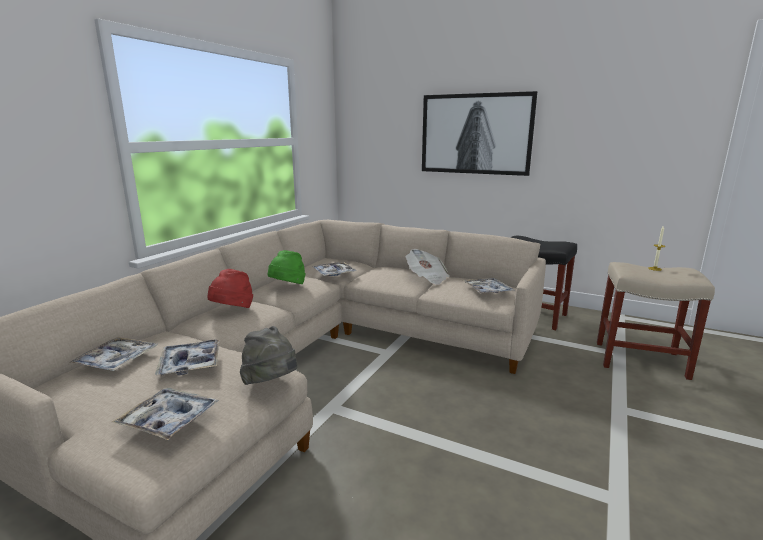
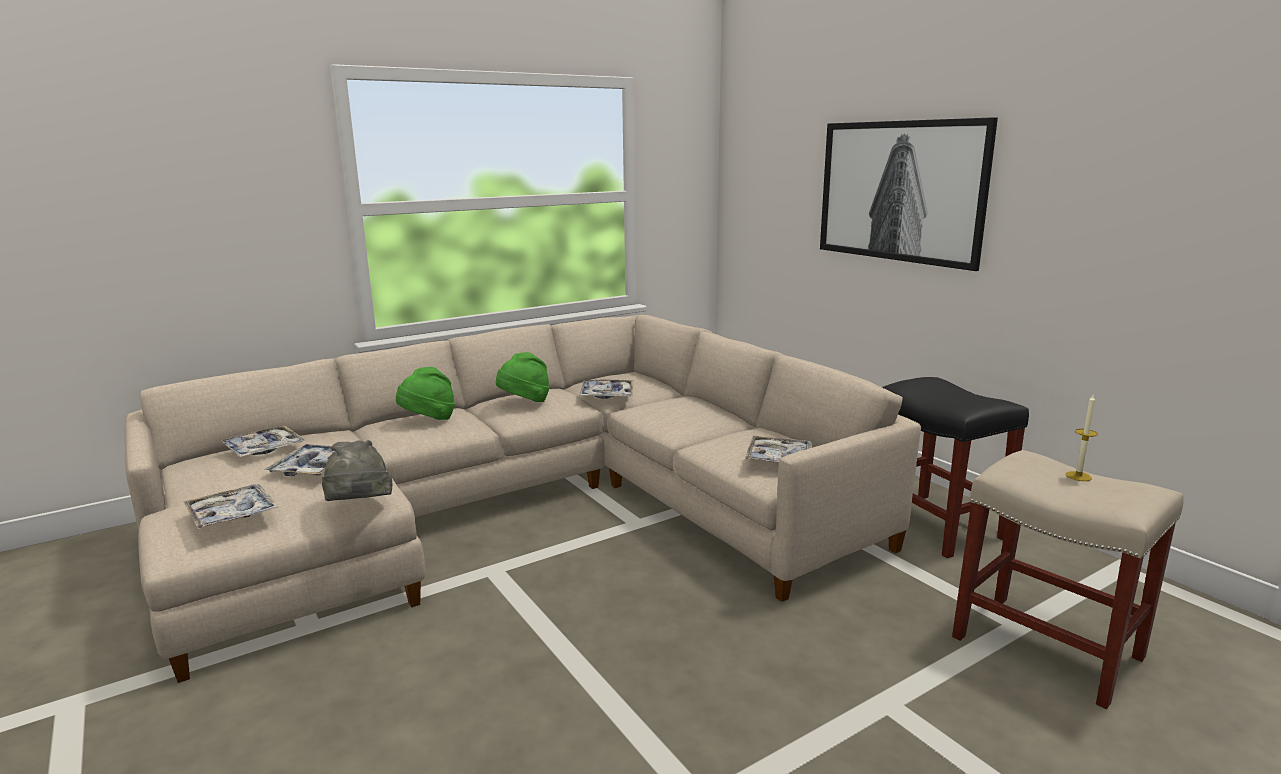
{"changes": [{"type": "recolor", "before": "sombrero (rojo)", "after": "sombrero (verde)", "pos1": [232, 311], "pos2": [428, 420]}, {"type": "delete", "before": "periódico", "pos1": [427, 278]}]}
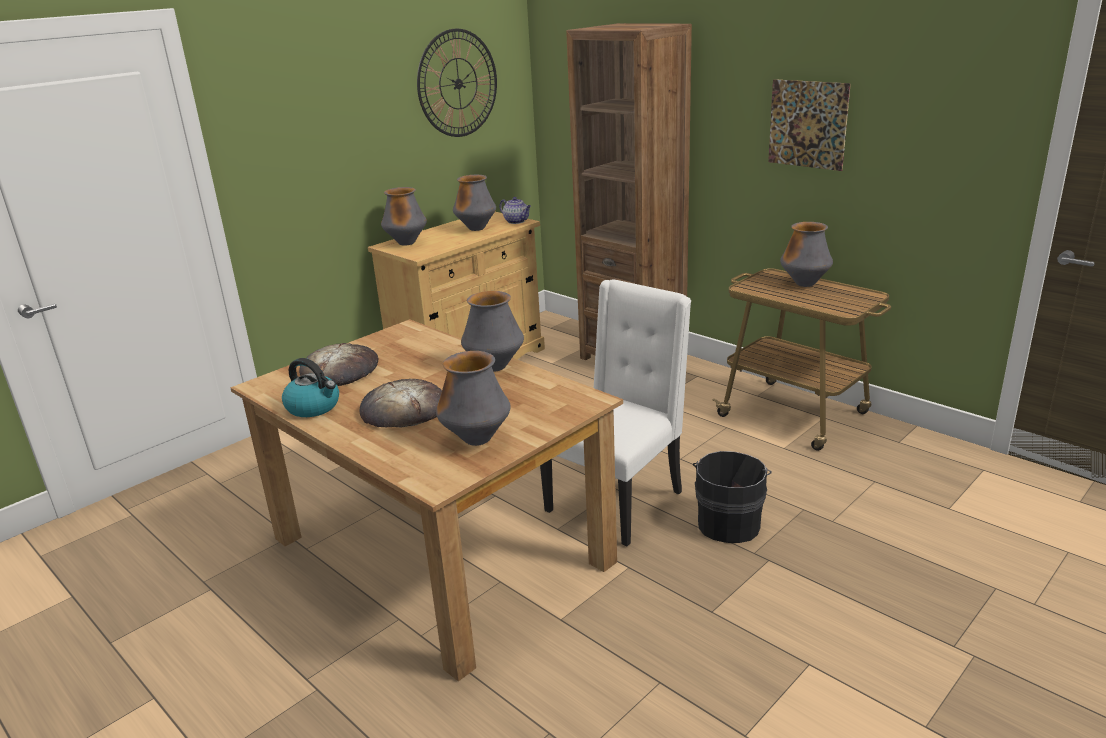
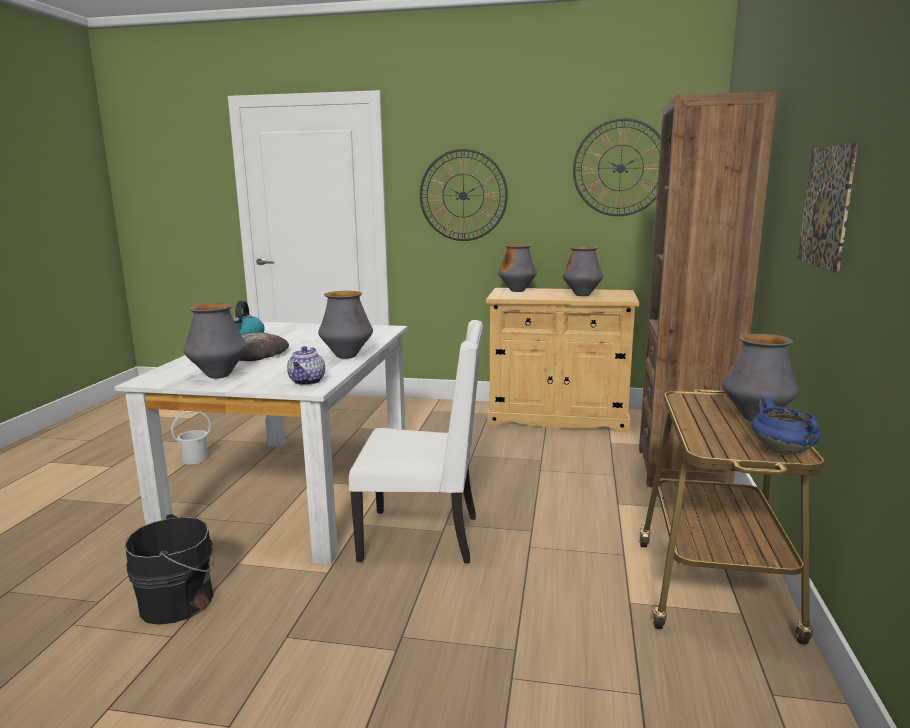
{"changes": [{"type": "recolor", "before": "mesa de comedor (marrón)", "after": "mesa de comedor (blanco)", "pos1": [442, 550], "pos2": [297, 491]}, {"type": "delete", "before": "pan", "pos1": [340, 370]}, {"type": "move", "before": "tetera", "pos1": [517, 221], "pos2": [307, 382]}, {"type": "move", "before": "cubo (negro)", "pos1": [729, 522], "pos2": [180, 601]}, {"type": "insert", "after": "cubo (blanco)", "pos2": [194, 459]}, {"type": "insert", "after": "reloj de pared", "pos2": [463, 195]}, {"type": "insert", "after": "olla (azul)", "pos2": [784, 452]}]}
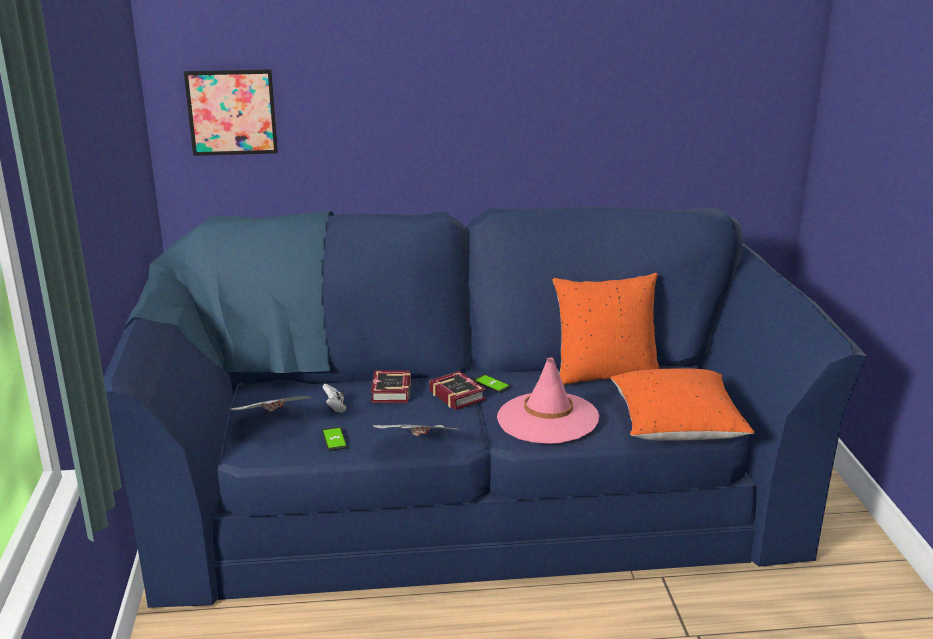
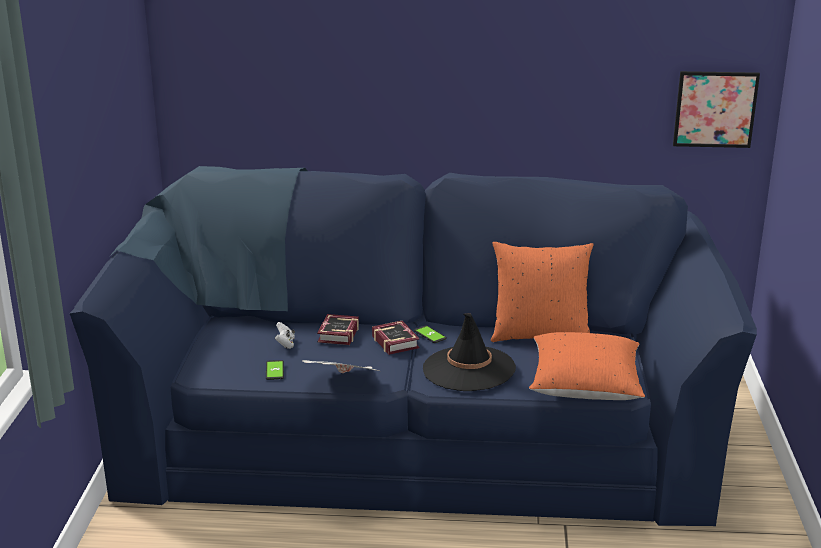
{"changes": [{"type": "move", "before": "cuadro", "pos1": [232, 112], "pos2": [715, 109]}, {"type": "delete", "before": "periódico", "pos1": [272, 423]}, {"type": "recolor", "before": "sombrero (rosa)", "after": "sombrero (negro)", "pos1": [547, 418], "pos2": [468, 369]}]}
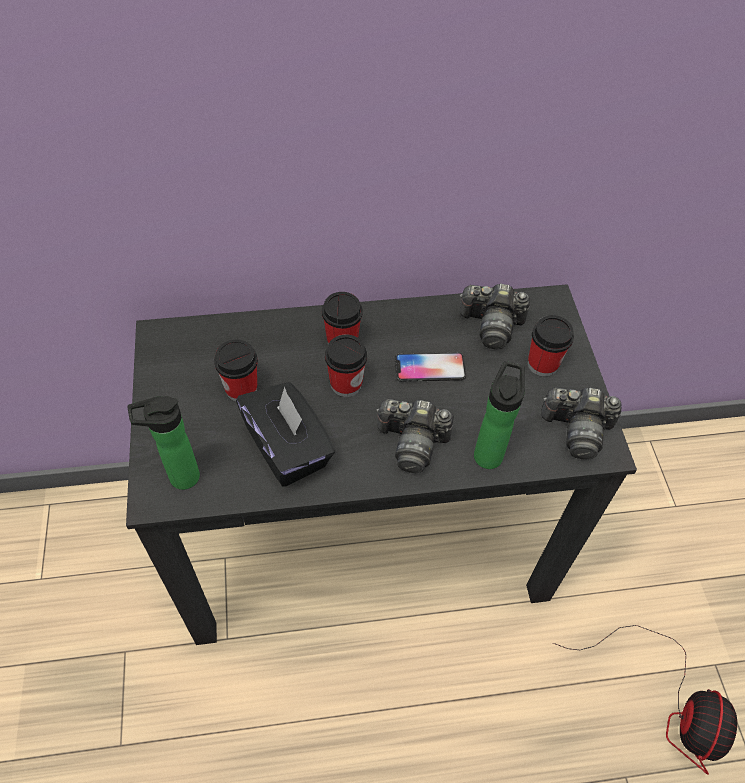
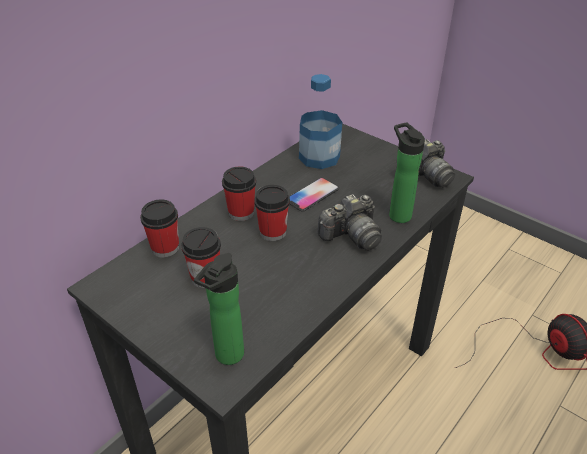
{"changes": [{"type": "delete", "before": "caja de pañuelos (negro)", "pos1": [288, 448]}, {"type": "replace", "before": "cámara", "after": "botella", "pos1": [491, 325], "pos2": [319, 157]}, {"type": "move", "before": "taza", "pos1": [542, 364], "pos2": [165, 248]}]}
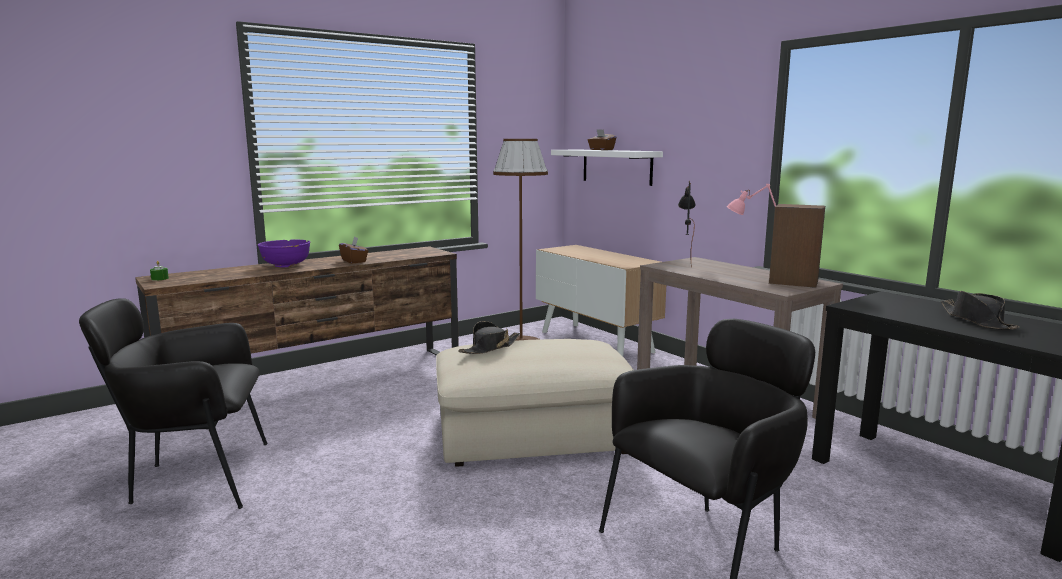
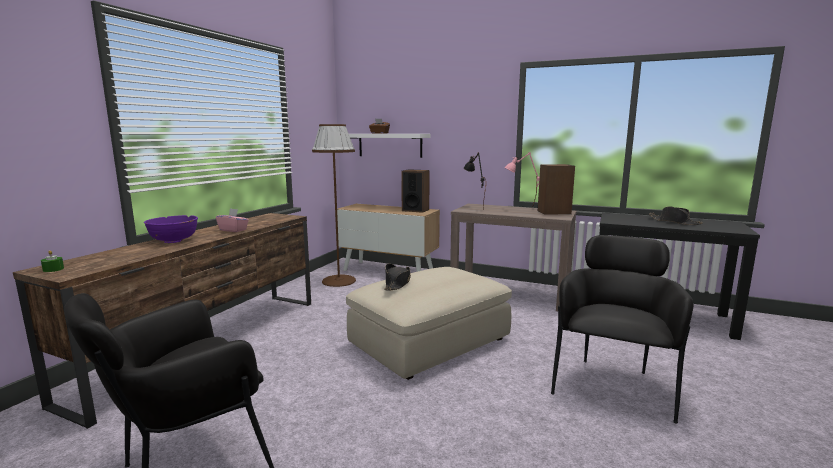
{"changes": [{"type": "recolor", "before": "caja de pañuelos (marrón)", "after": "caja de pañuelos (rosa)", "pos1": [354, 261], "pos2": [233, 230]}, {"type": "insert", "after": "altavoz", "pos2": [415, 210]}]}
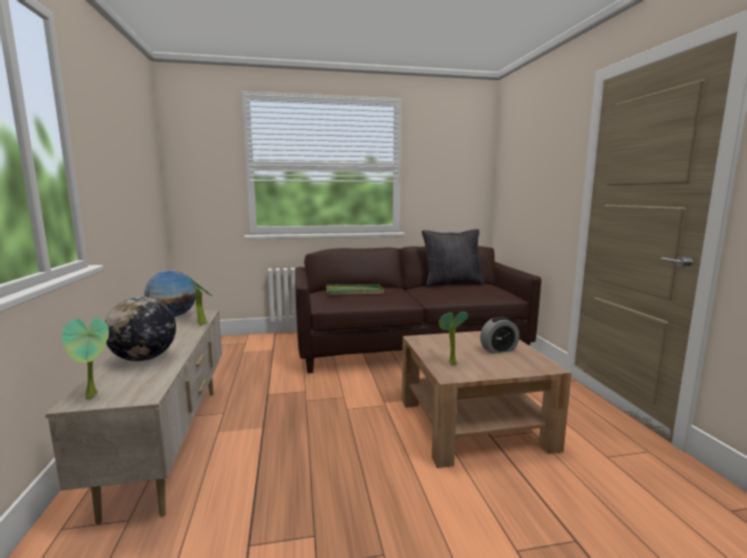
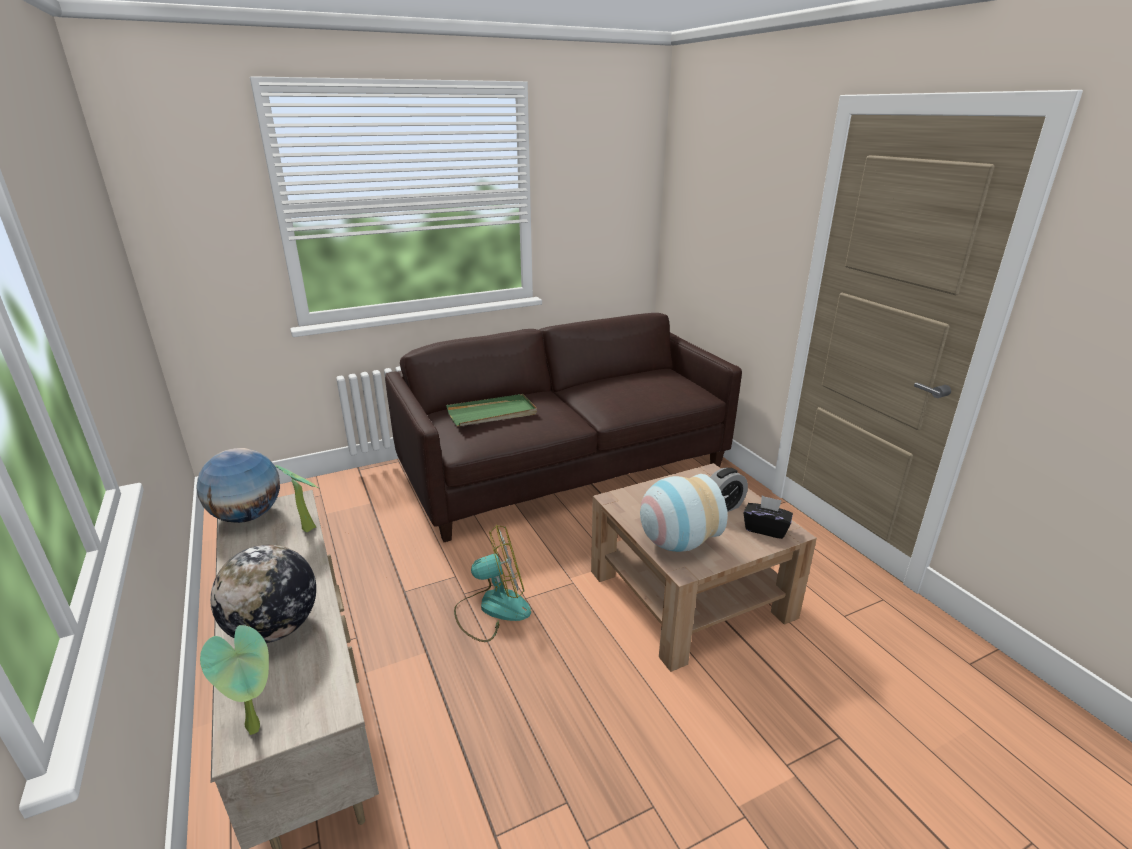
{"changes": [{"type": "delete", "before": "cojín (negro)", "pos1": [452, 283]}, {"type": "replace", "before": "planta en maceta", "after": "florero", "pos1": [450, 362], "pos2": [675, 542]}, {"type": "insert", "after": "ventilador", "pos2": [492, 608]}, {"type": "insert", "after": "caja de pañuelos (negro)", "pos2": [765, 529]}]}
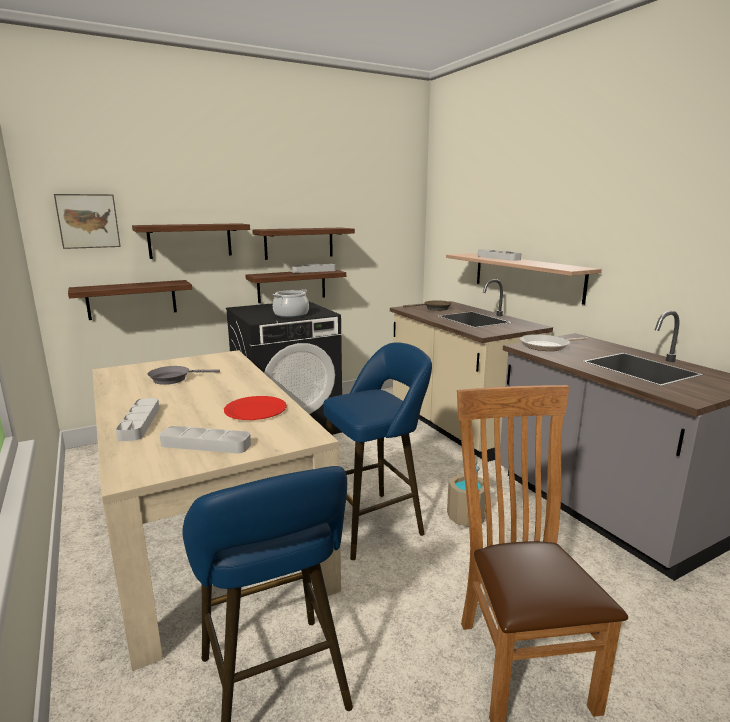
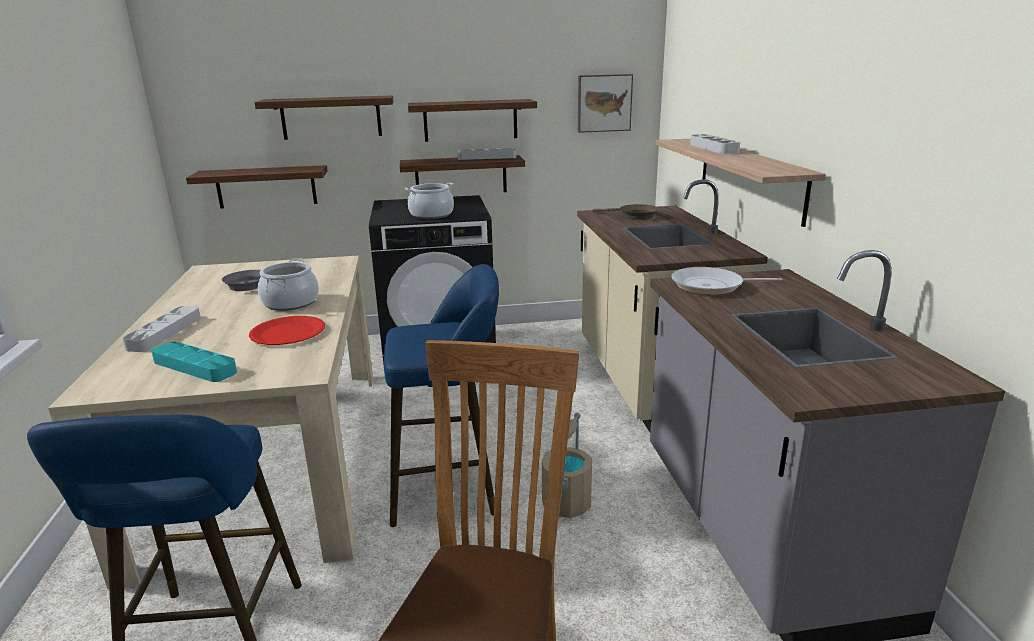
{"changes": [{"type": "move", "before": "cuadro", "pos1": [88, 221], "pos2": [604, 103]}, {"type": "recolor", "before": "bandeja (gris)", "after": "bandeja (turquesa)", "pos1": [206, 444], "pos2": [194, 367]}, {"type": "insert", "after": "olla", "pos2": [291, 302]}]}
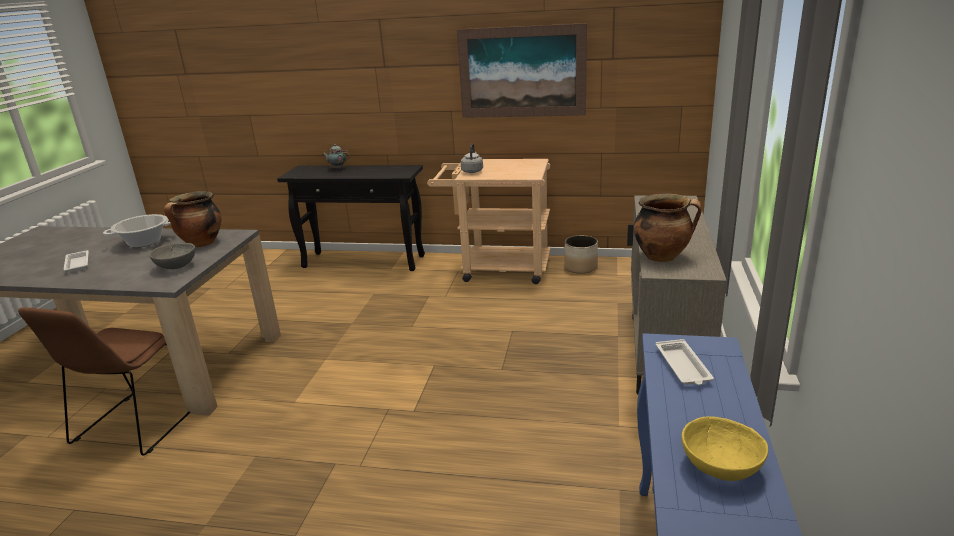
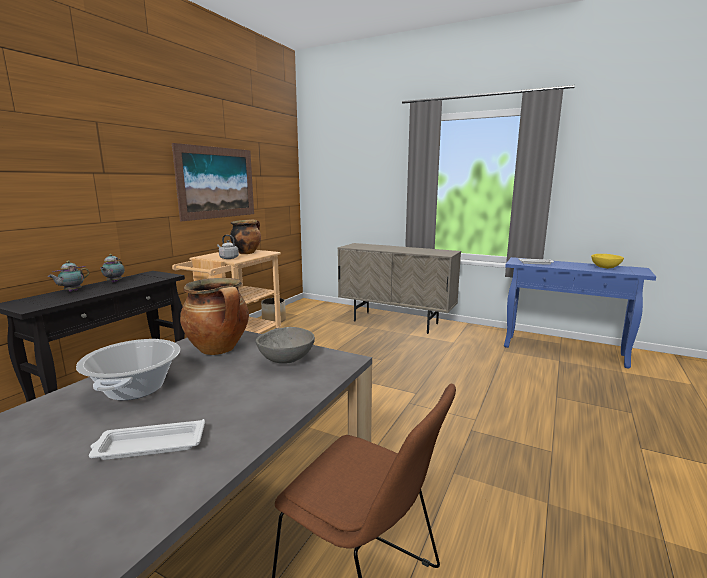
{"changes": [{"type": "move", "before": "olla", "pos1": [663, 256], "pos2": [247, 253]}, {"type": "insert", "after": "tetera", "pos2": [114, 282]}]}
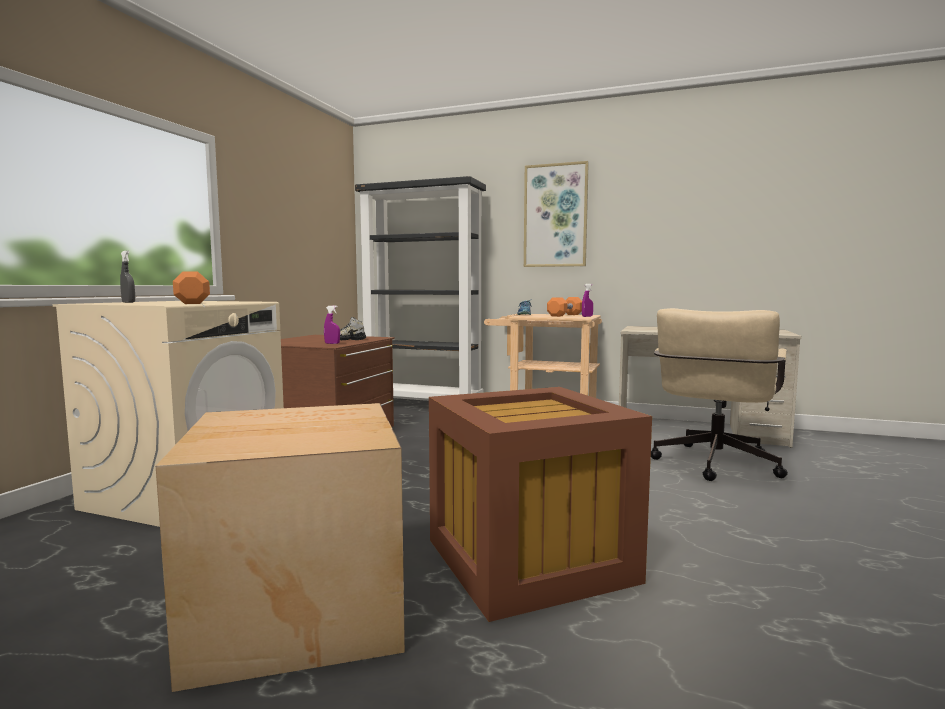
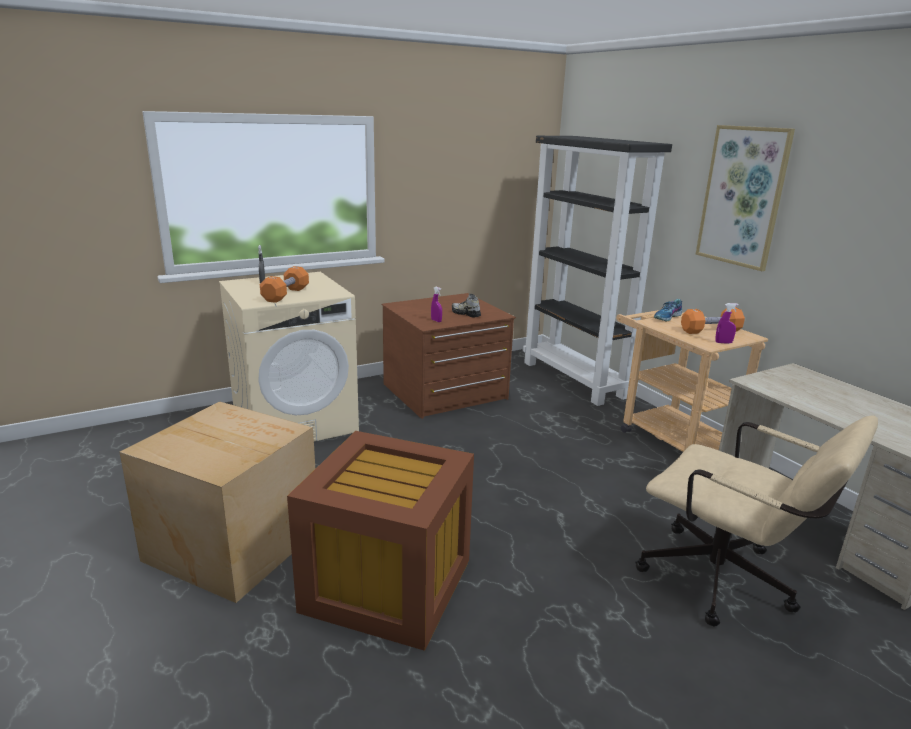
{"changes": [{"type": "rotate", "before": "silla de oficina (beis)", "pos1": [714, 466], "pos2": [728, 583], "turn": -120}]}
